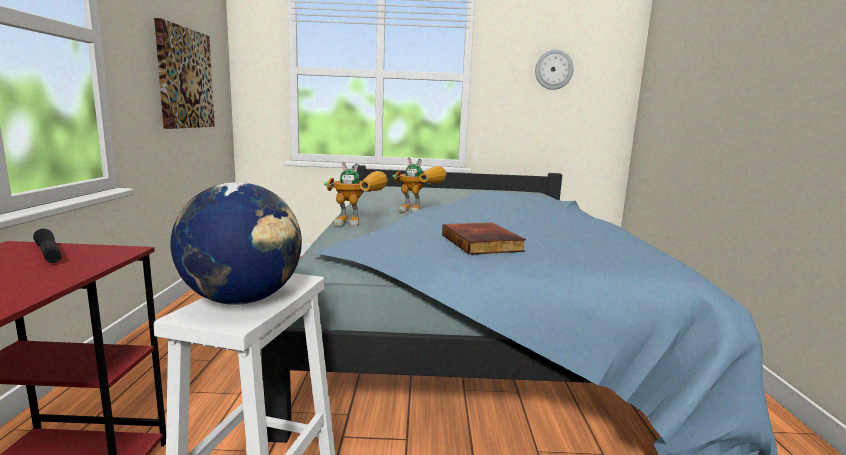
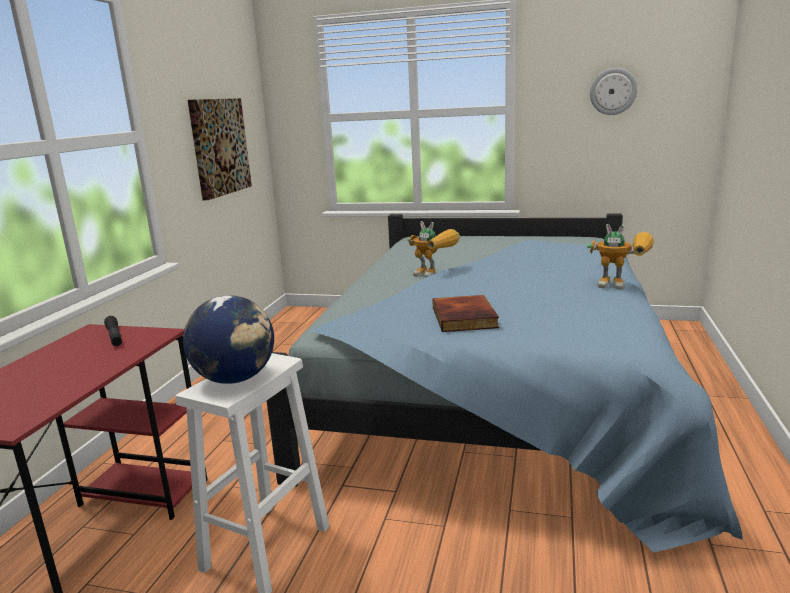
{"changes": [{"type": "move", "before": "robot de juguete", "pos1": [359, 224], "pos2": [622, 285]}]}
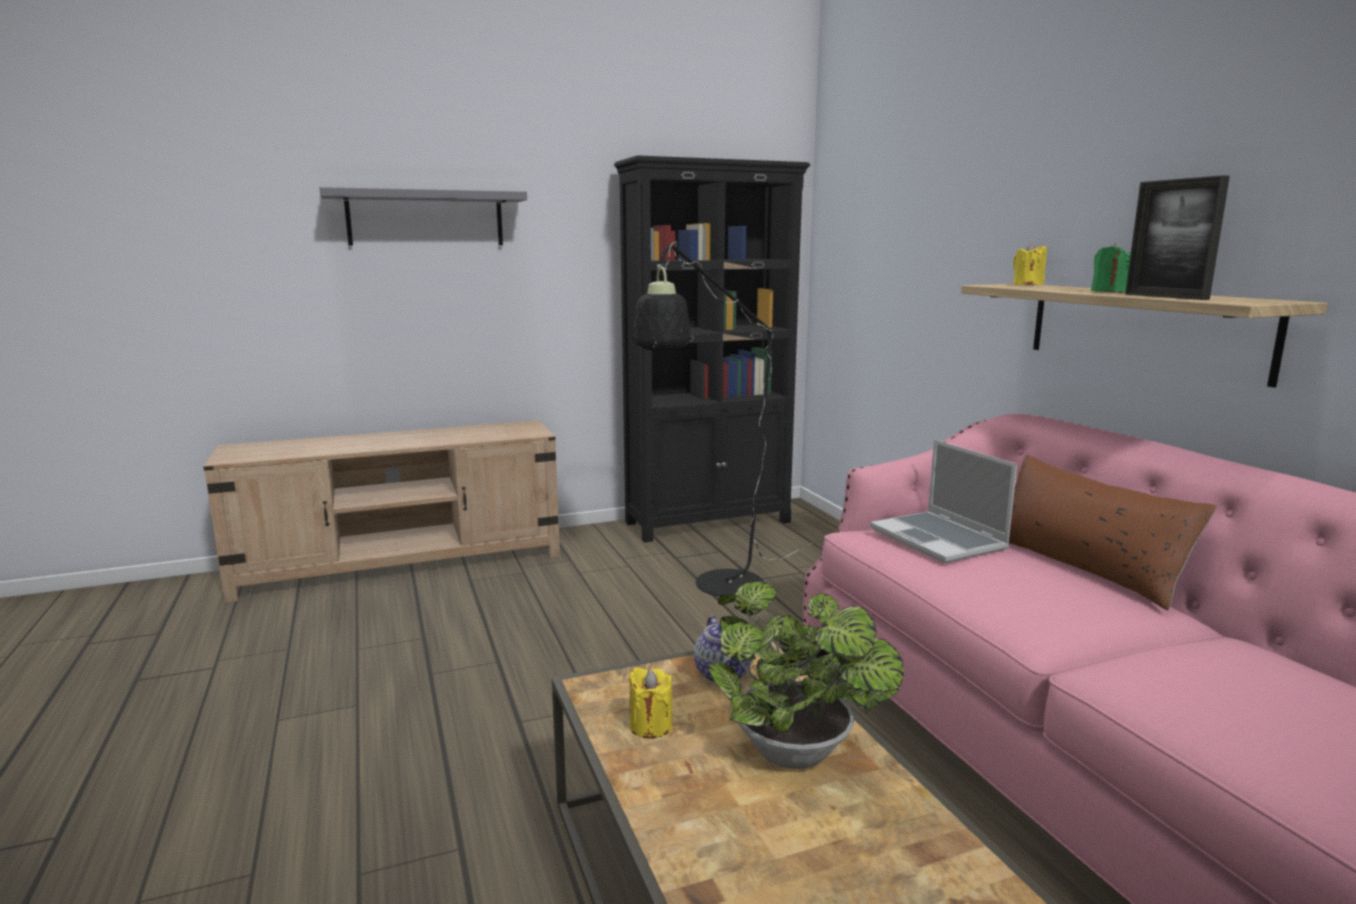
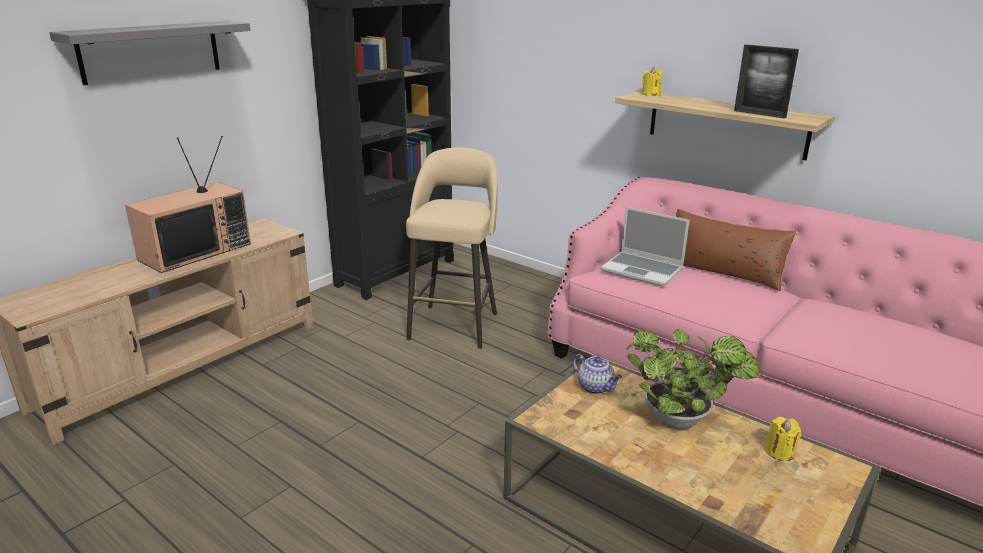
{"changes": [{"type": "move", "before": "vela (amarillo)", "pos1": [650, 726], "pos2": [779, 452]}, {"type": "replace", "before": "lámpara de pie (negro)", "after": "taburete (beis)", "pos1": [718, 589], "pos2": [454, 325]}, {"type": "delete", "before": "vela (verde)", "pos1": [1108, 292]}, {"type": "insert", "after": "televisor", "pos2": [195, 251]}]}
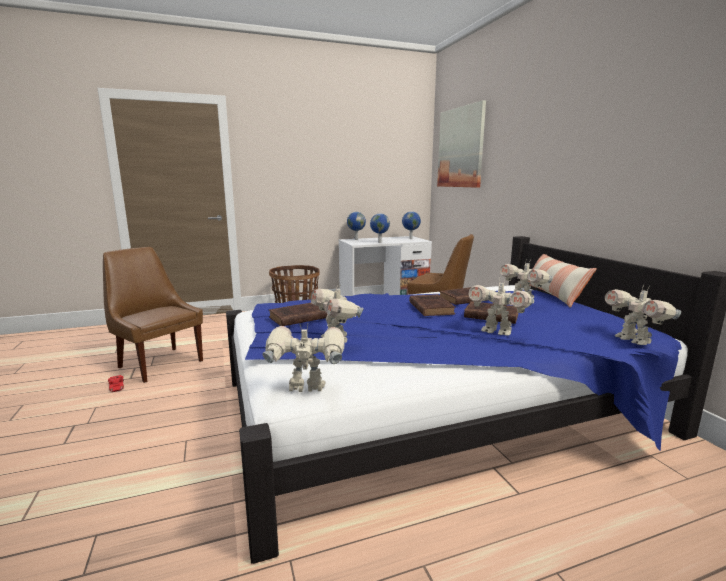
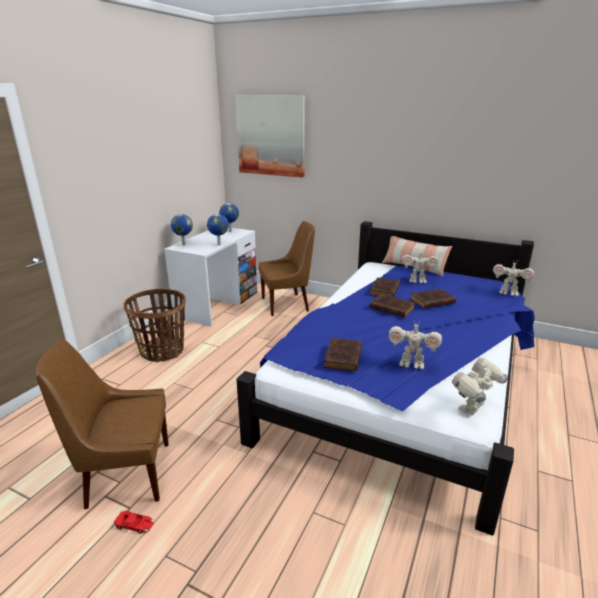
{"changes": [{"type": "delete", "before": "robot de juguete", "pos1": [497, 331]}]}
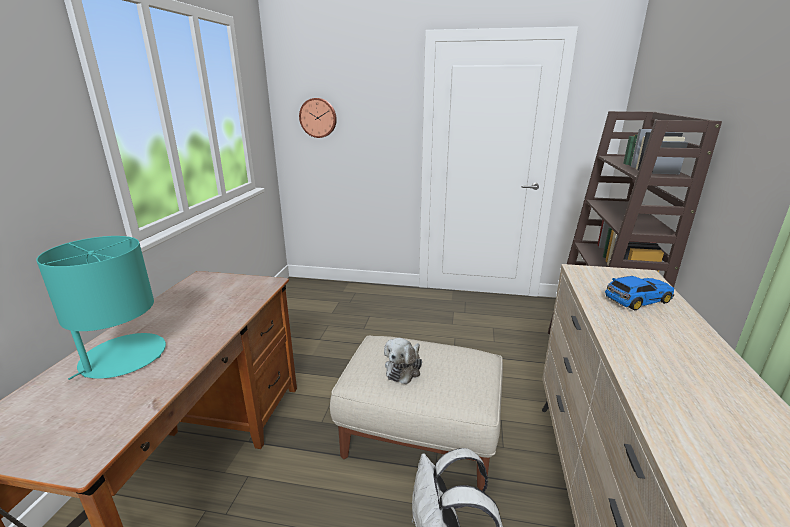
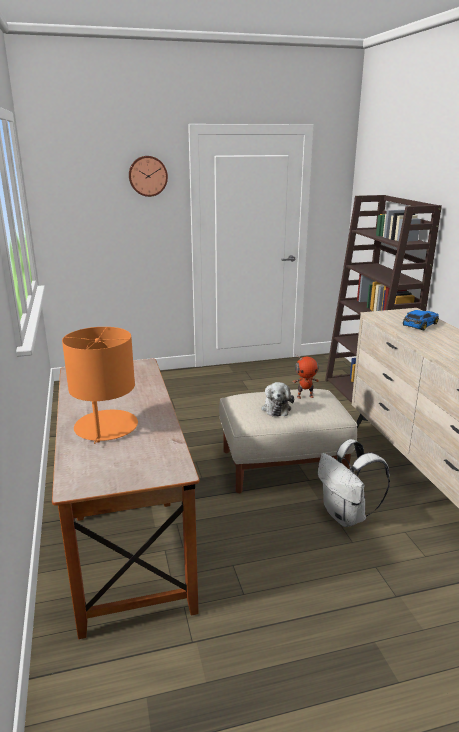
{"changes": [{"type": "recolor", "before": "lámpara de mesa (turquesa)", "after": "lámpara de mesa (naranja)", "pos1": [122, 357], "pos2": [106, 427]}, {"type": "move", "before": "reloj de pared", "pos1": [318, 118], "pos2": [148, 176]}, {"type": "insert", "after": "robot de juguete", "pos2": [305, 396]}]}
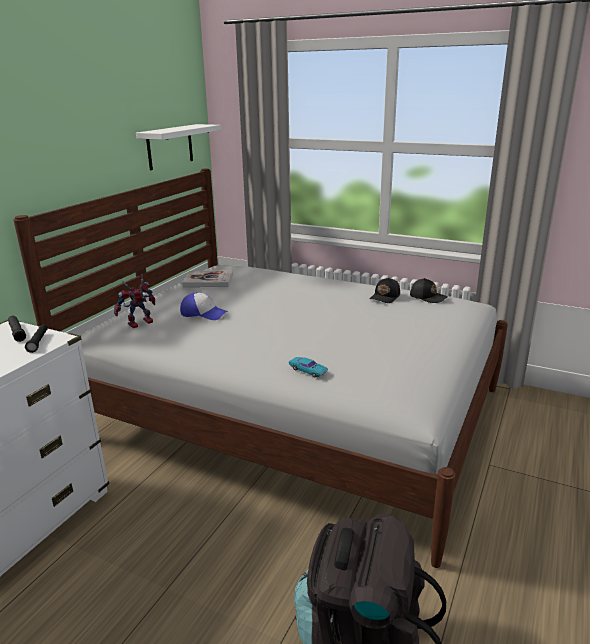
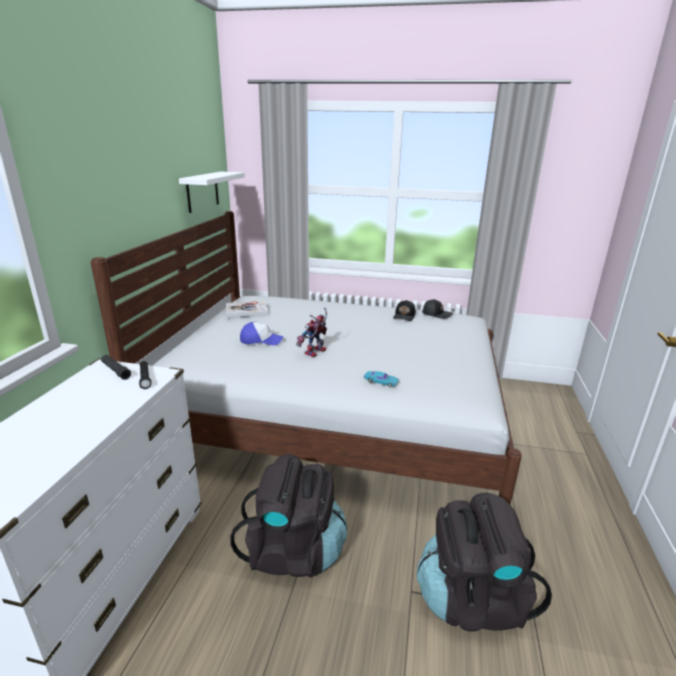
{"changes": [{"type": "move", "before": "robot de juguete", "pos1": [139, 324], "pos2": [315, 353]}, {"type": "insert", "after": "mochila (negro)", "pos2": [293, 552]}]}
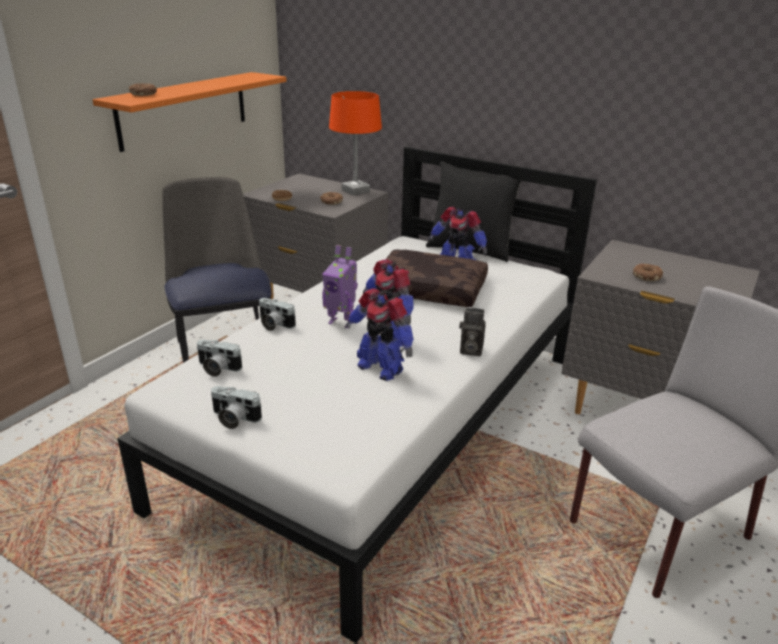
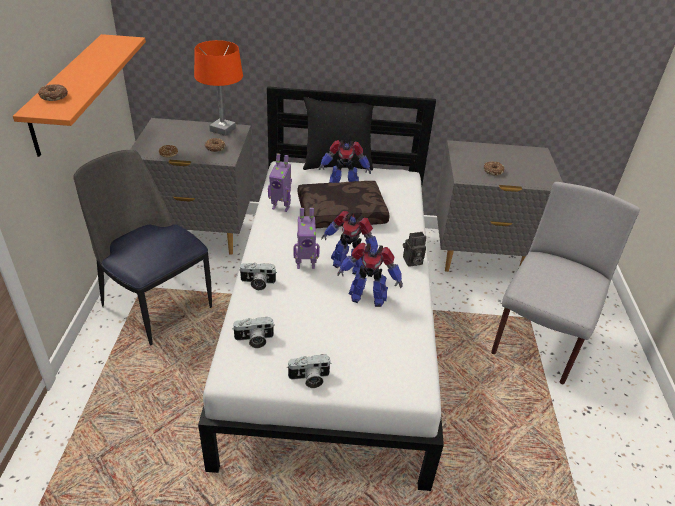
{"changes": [{"type": "insert", "after": "robot de juguete", "pos2": [281, 207]}]}
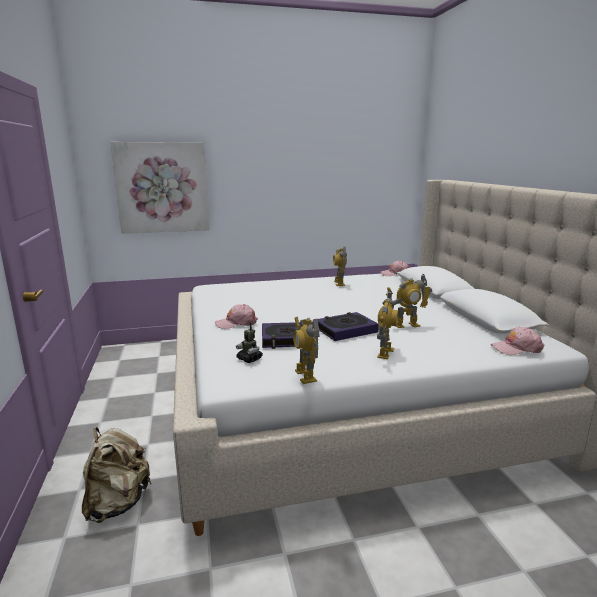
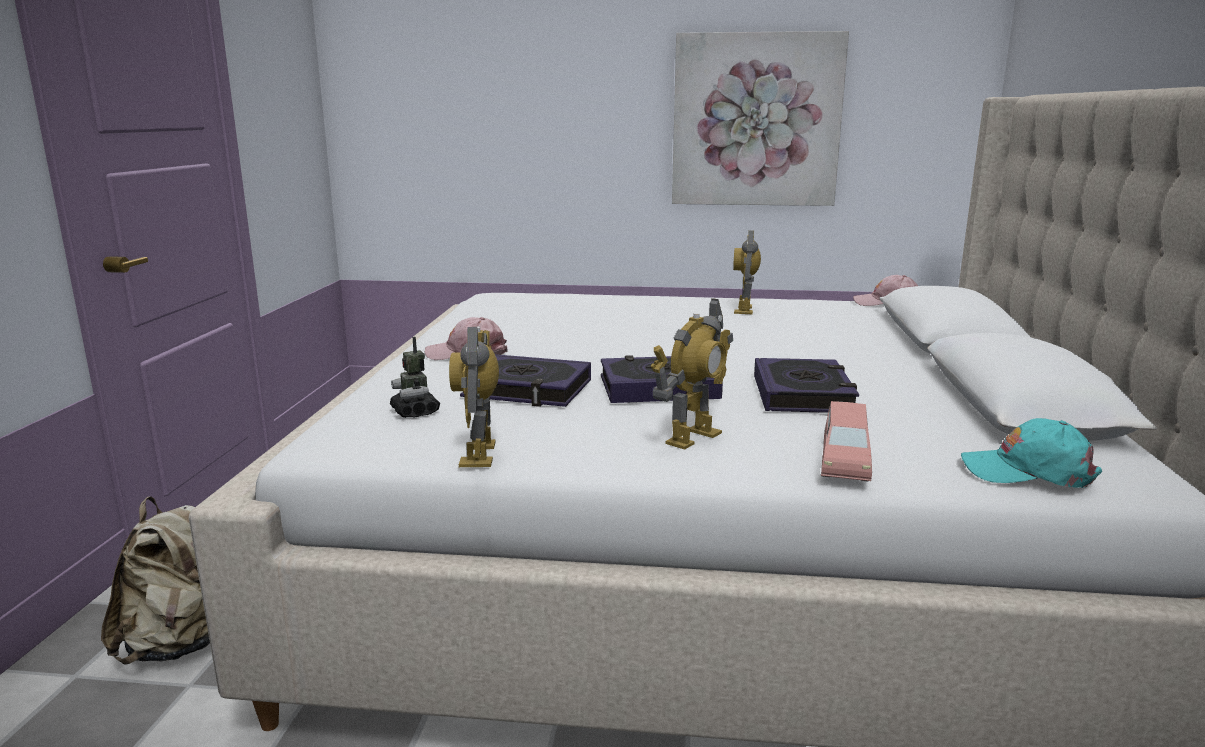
{"changes": [{"type": "move", "before": "cuadro", "pos1": [162, 187], "pos2": [756, 120]}, {"type": "replace", "before": "robot de juguete", "after": "libro", "pos1": [406, 325], "pos2": [802, 394]}, {"type": "recolor", "before": "gorra (rosa)", "after": "gorra (turquesa)", "pos1": [516, 348], "pos2": [1027, 471]}, {"type": "insert", "after": "coche de juguete (rosa)", "pos2": [844, 461]}]}
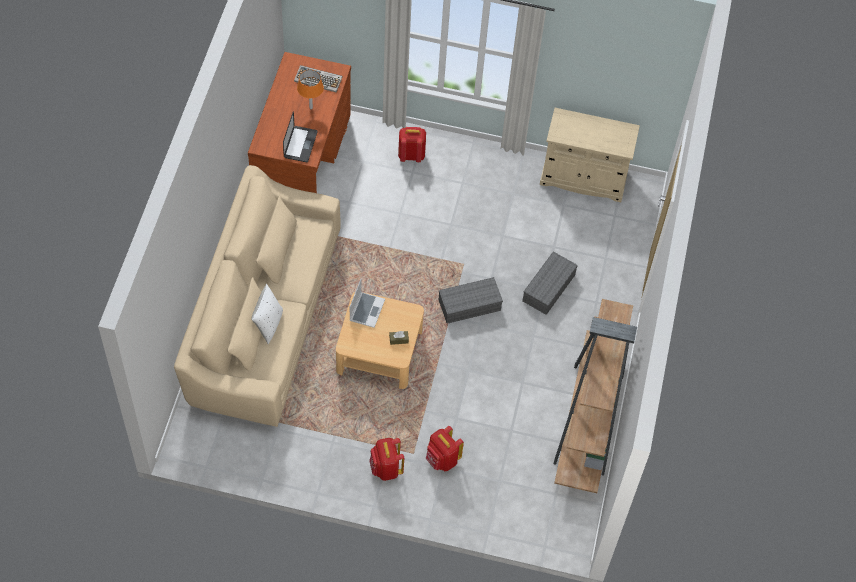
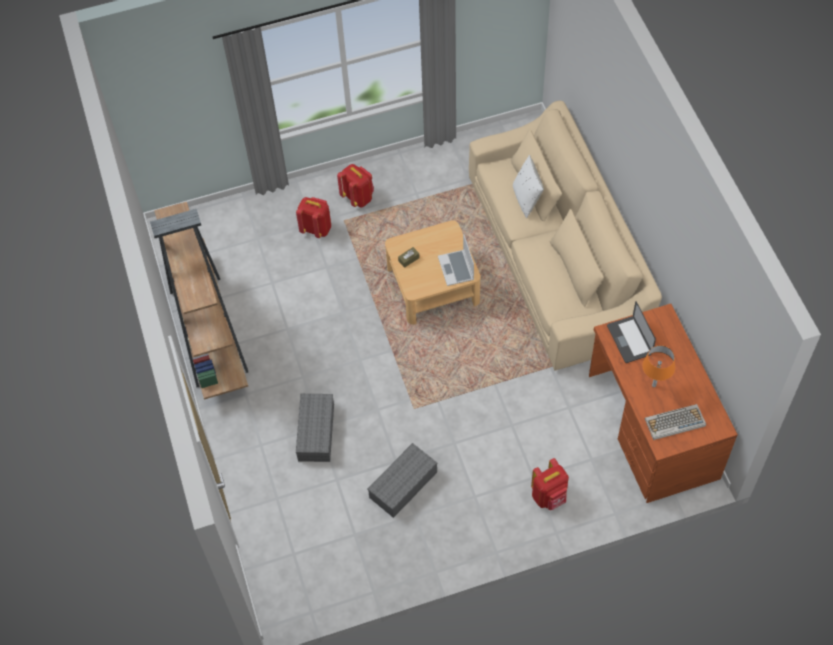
{"changes": [{"type": "move", "before": "caja de almacenaje (gris)", "pos1": [470, 304], "pos2": [403, 486]}, {"type": "delete", "before": "armario (beis)", "pos1": [583, 178]}]}
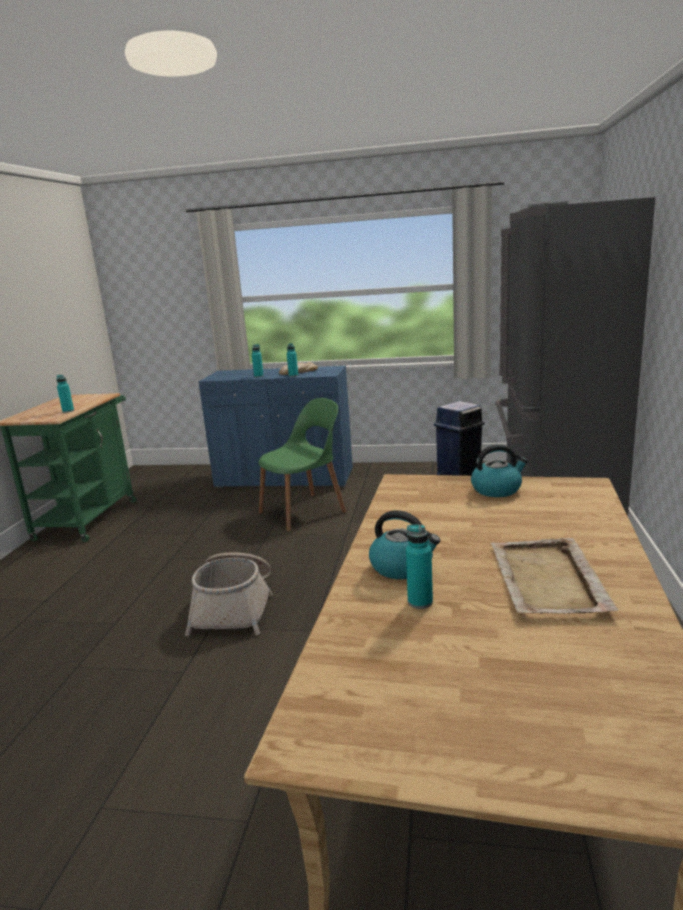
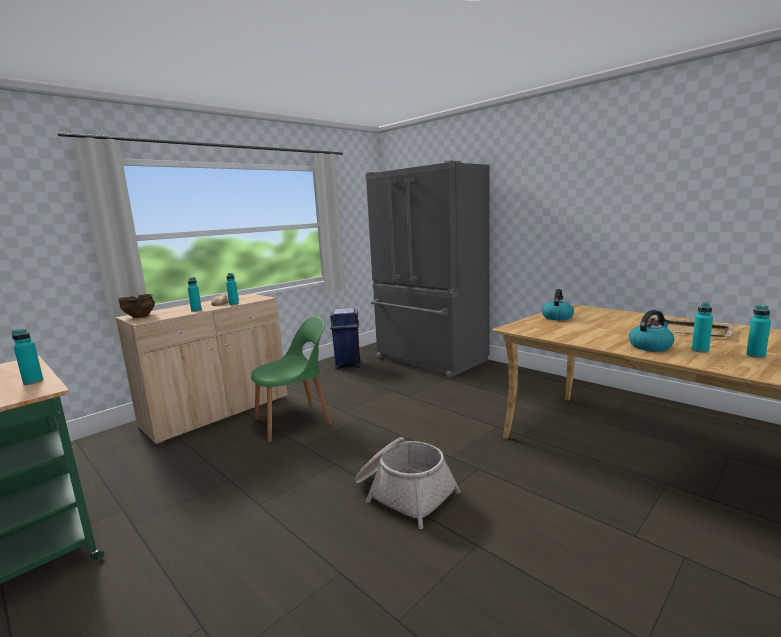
{"changes": [{"type": "recolor", "before": "armario (azul)", "after": "armario (beis)", "pos1": [284, 479], "pos2": [217, 412]}, {"type": "rotate", "before": "silla (verde)", "pos1": [304, 511], "pos2": [295, 421], "turn": 60}, {"type": "insert", "after": "cuenco", "pos2": [140, 316]}, {"type": "insert", "after": "botella (turquesa)", "pos2": [755, 355]}]}
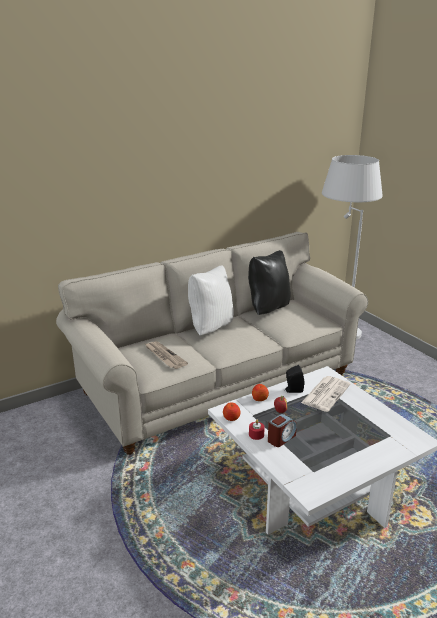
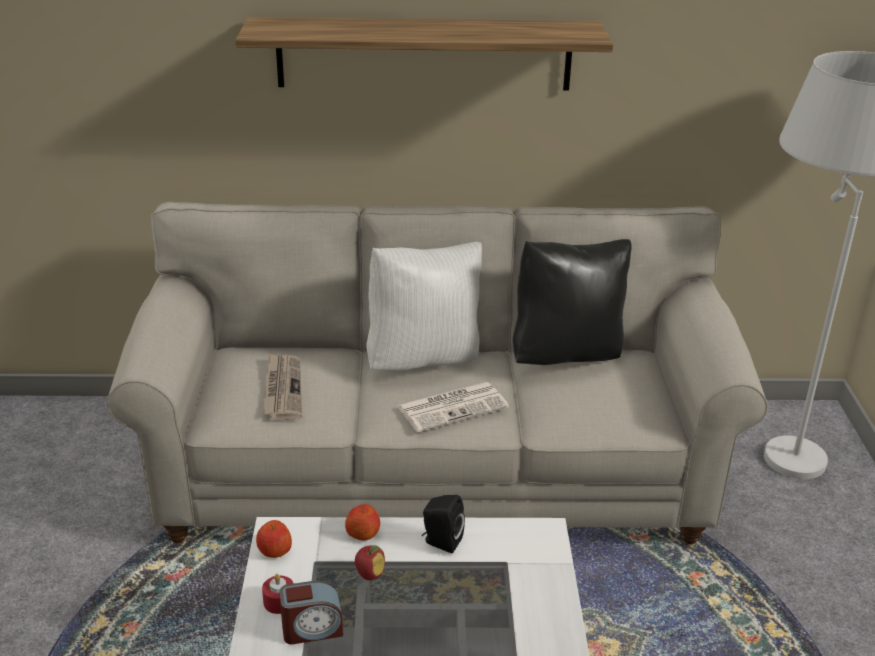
{"changes": [{"type": "move", "before": "periódico", "pos1": [325, 393], "pos2": [453, 406]}, {"type": "insert", "after": "estante", "pos2": [424, 54]}]}
